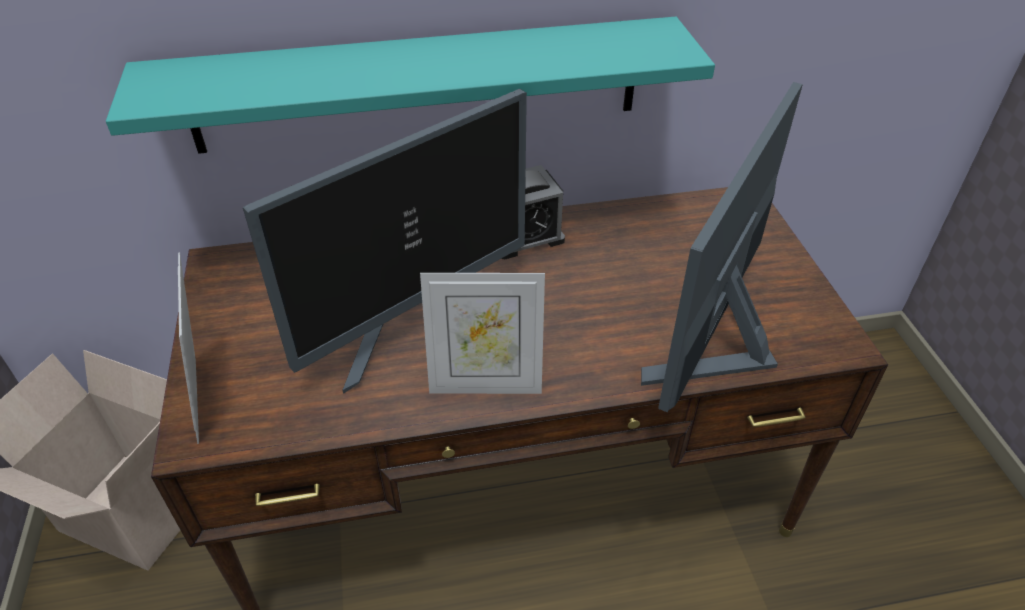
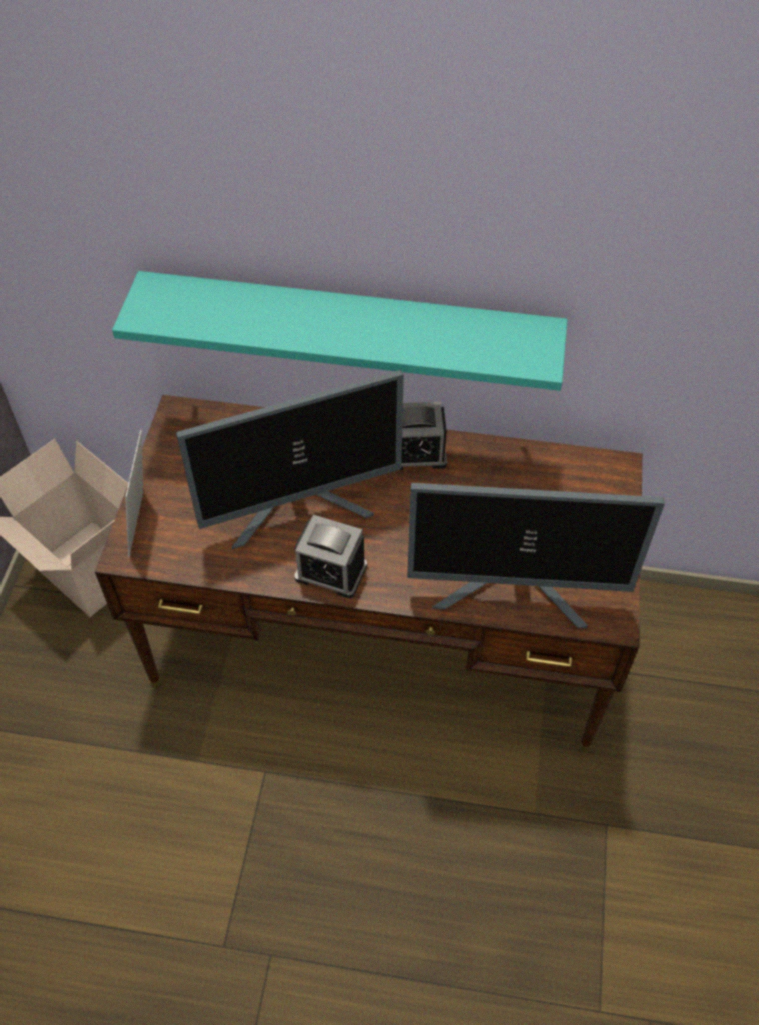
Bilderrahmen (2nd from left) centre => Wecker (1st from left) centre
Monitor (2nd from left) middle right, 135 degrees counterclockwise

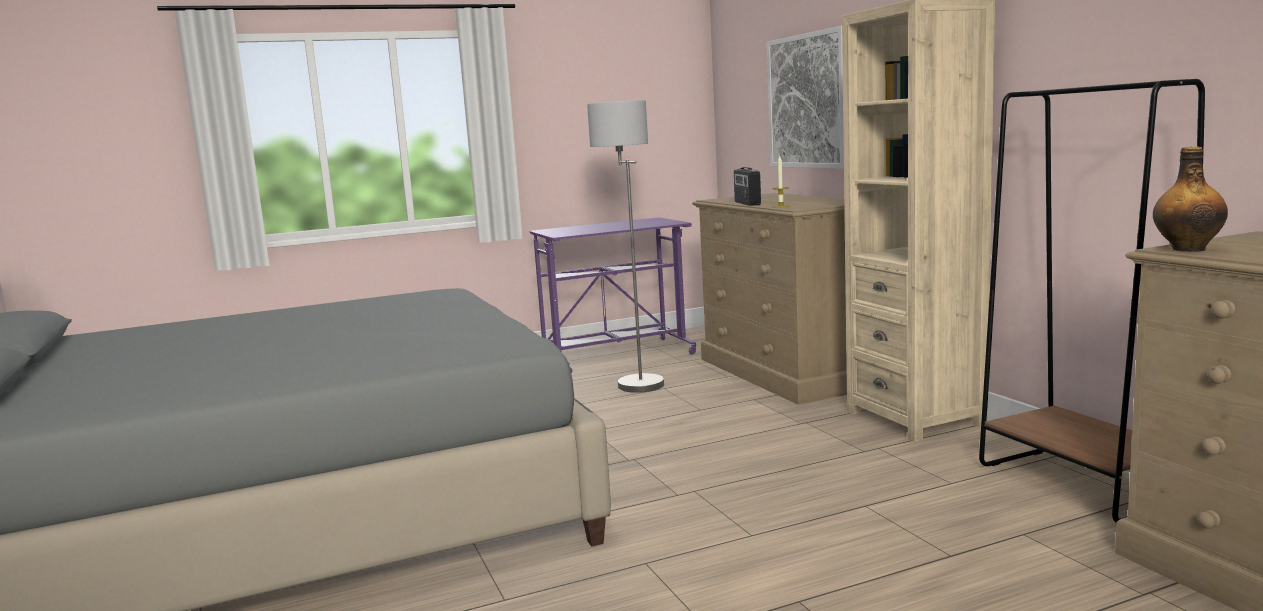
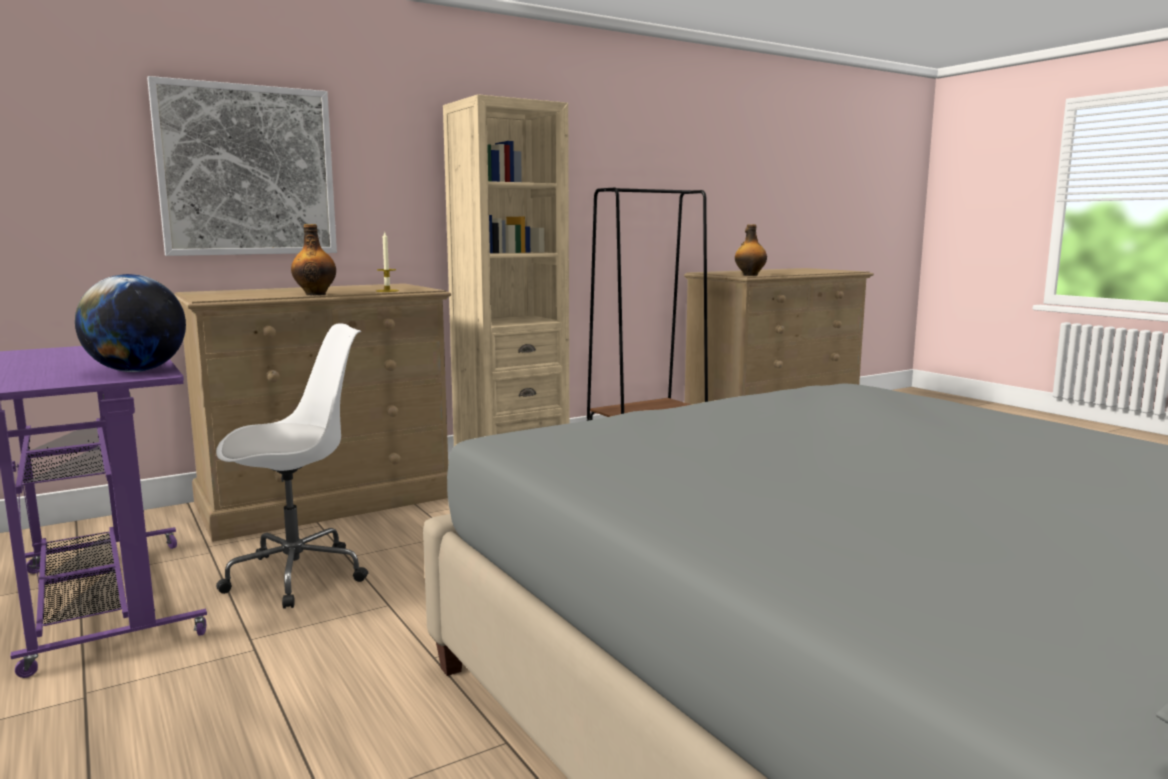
nothing => Globus middle left
Stehlampe [grau] centre => Bürostuhl [weiß] middle left
Radio top centre => Flasche (1st from left) top left

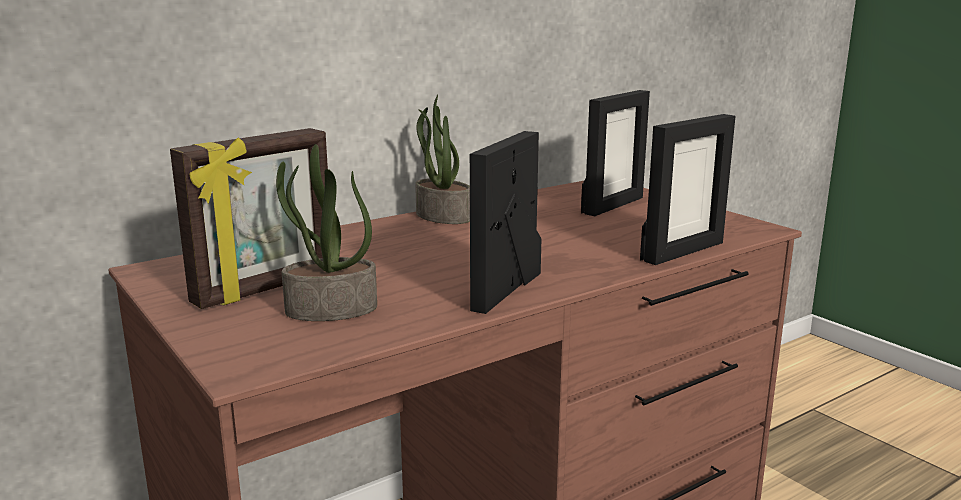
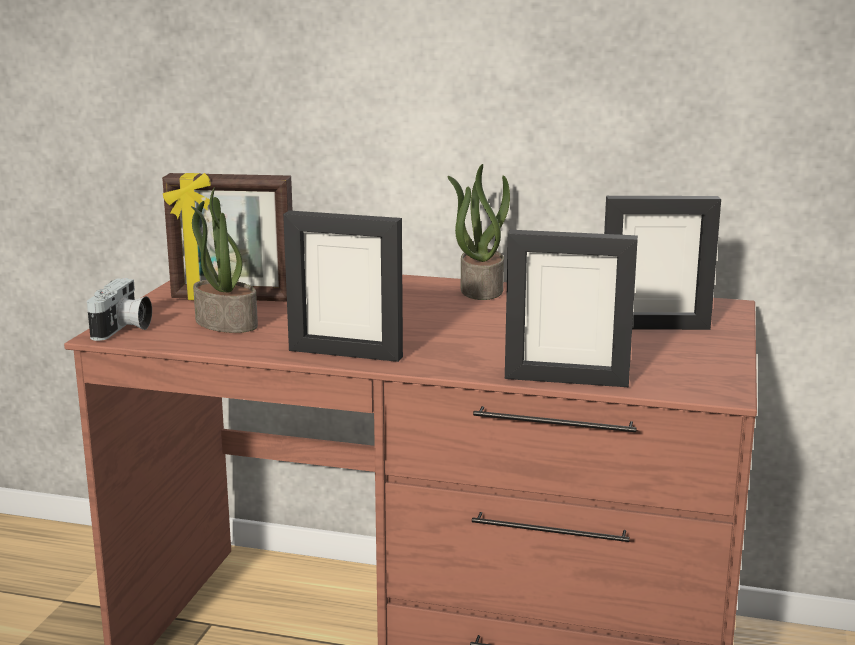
nothing => Kamera middle left
Bilderrahmen (2nd from left) centre, 150 degrees counterclockwise

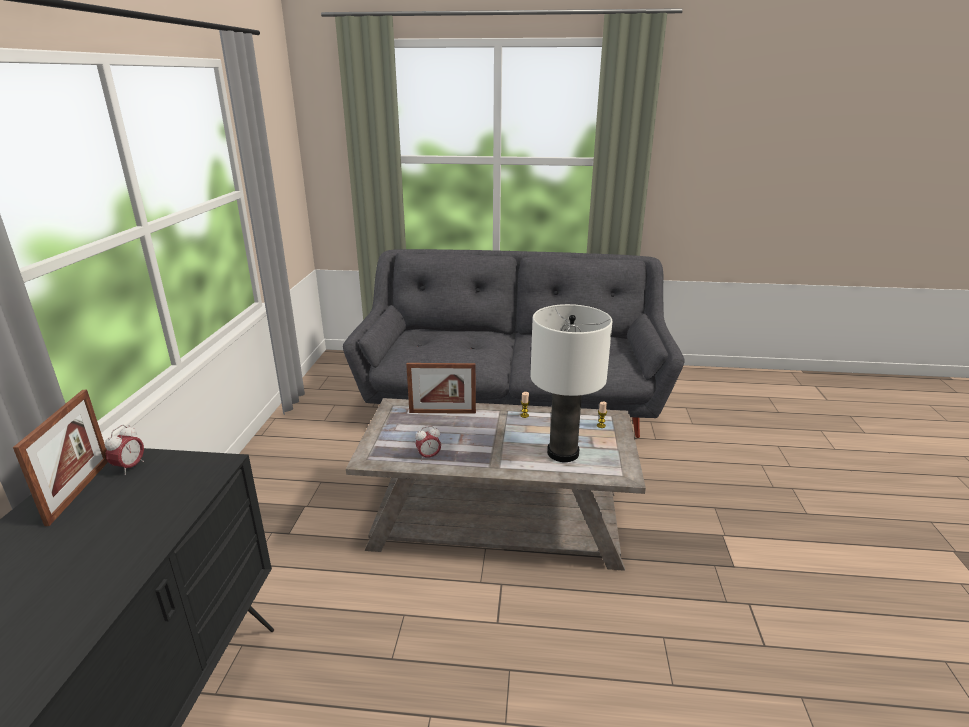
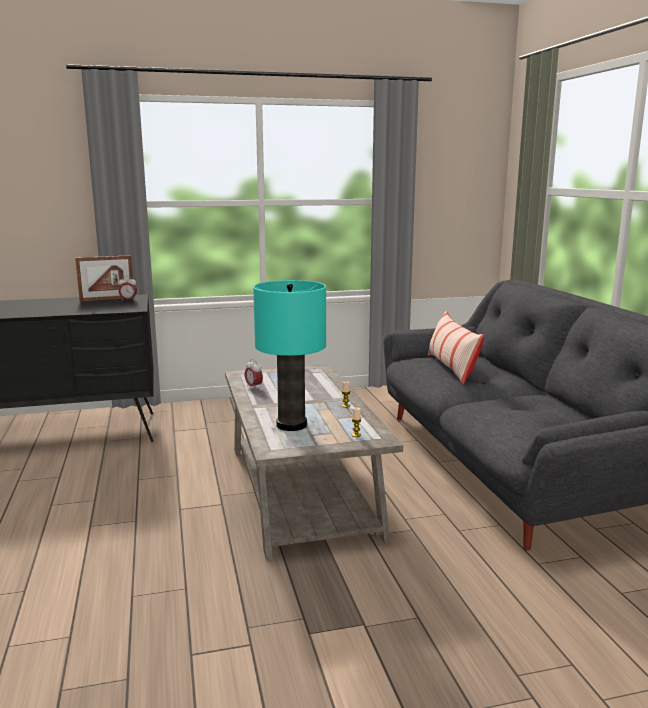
Tischlampe [weiß] centre => Tischlampe [türkis] centre
nothing => Kissen middle right
Bilderrahmen (2nd from left) centre => nothing

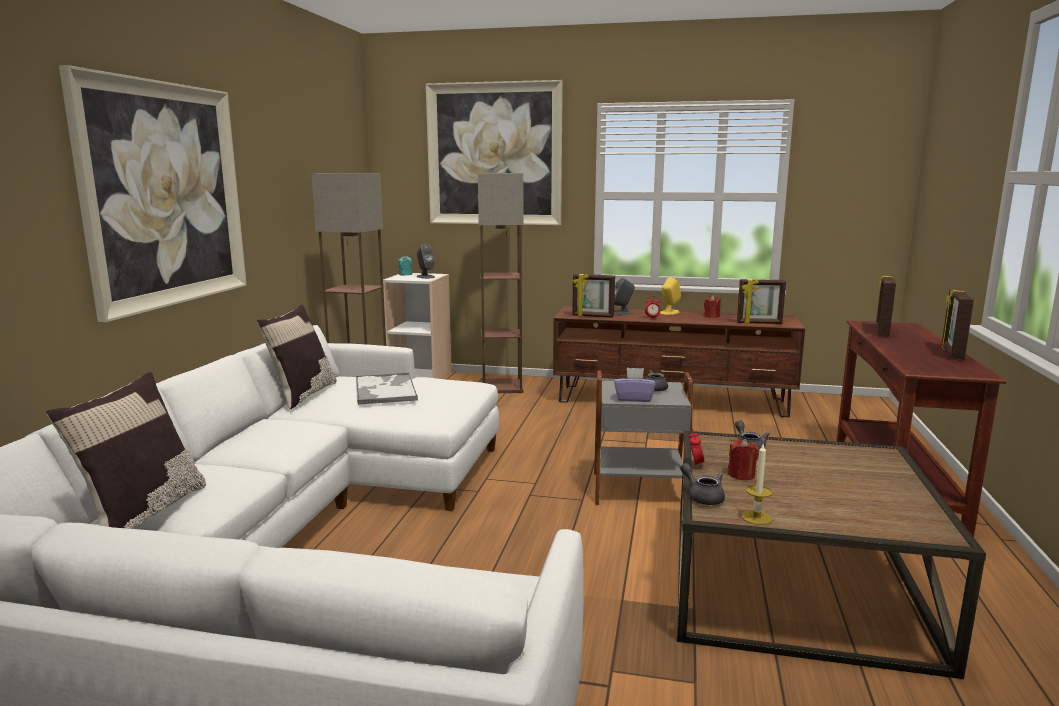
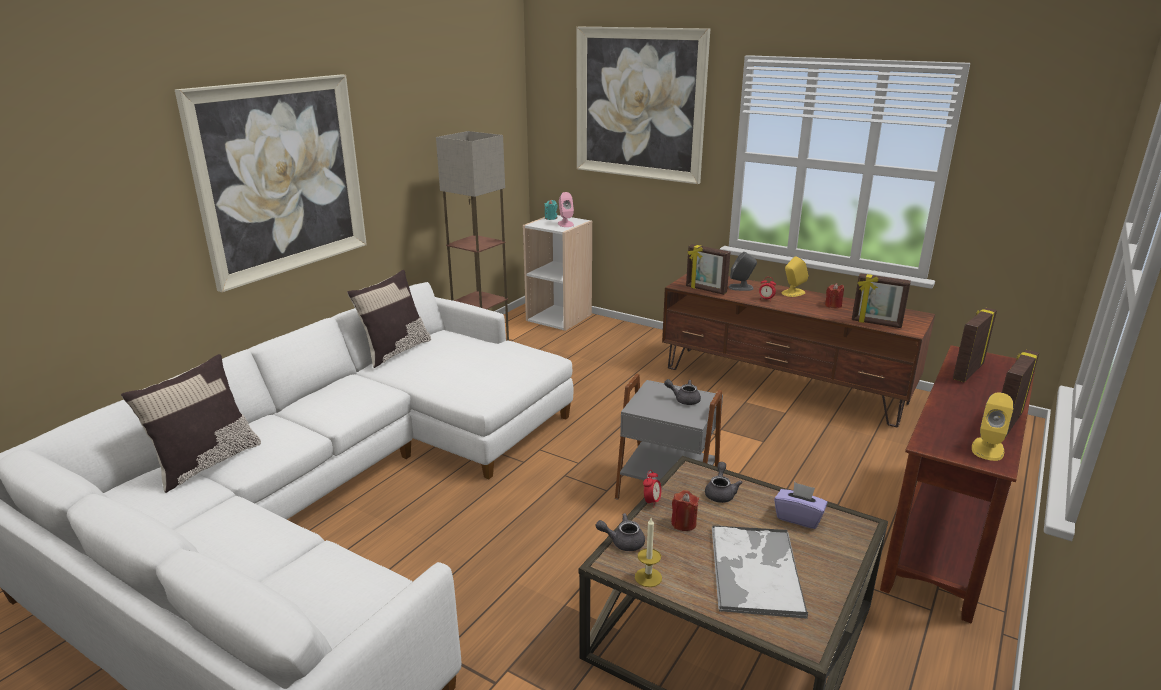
Lautsprecher [grau] (1st from left) centre => Lautsprecher [rosa] top centre
Teekanne [grau] (2nd from left in the first image) bottom centre => Teekanne [grau] (1st from left) bottom centre, 75 degrees counterclockwise
Tablett centre => Tablett bottom centre, moved
Taschentuchbox [lila] centre => Taschentuchbox [lila] bottom right, moved
nothing => Lautsprecher [gelb] (2nd from left) middle right
Stehlampe (2nd from left) centre => nothing

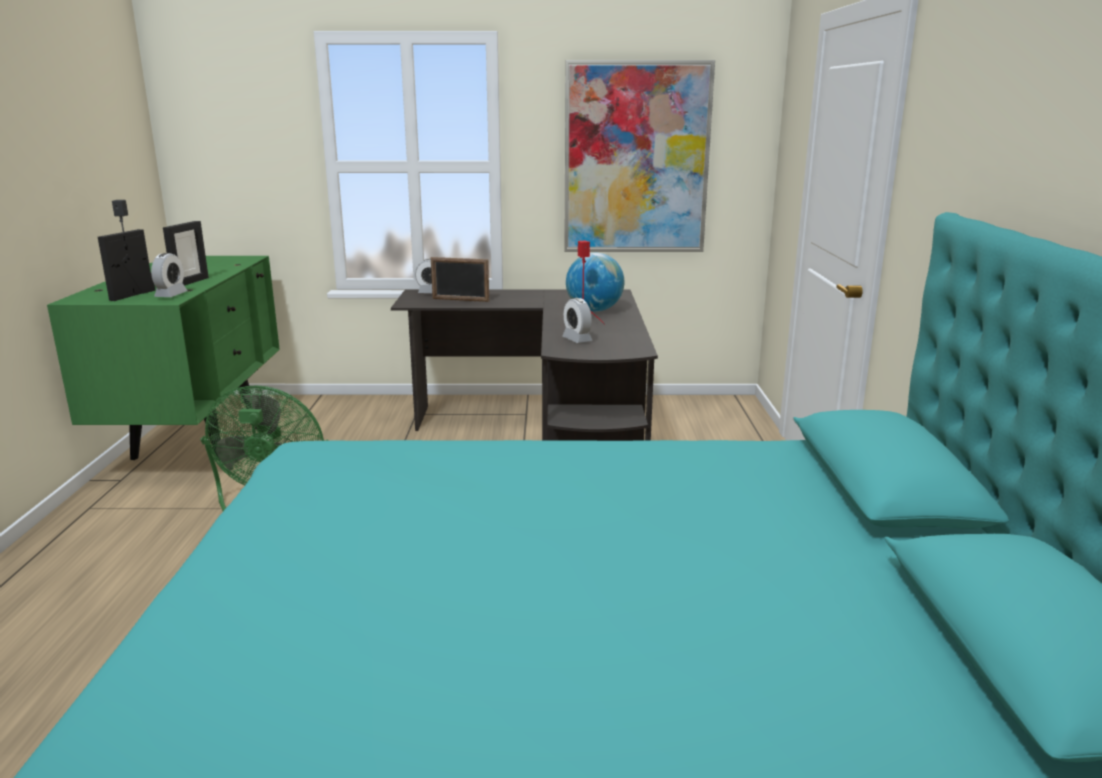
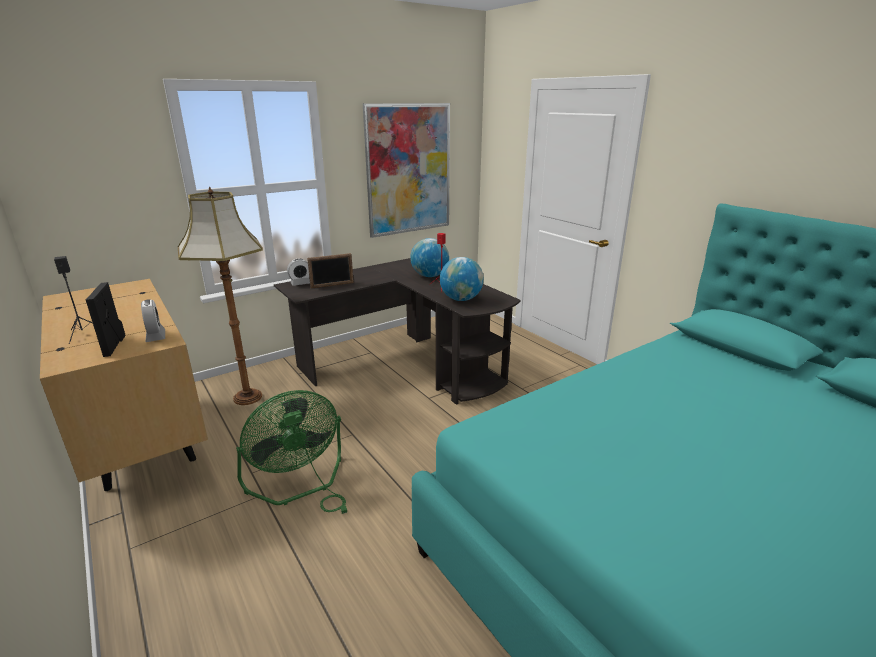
Kommode [grün] middle left => Kommode [beige] middle left
nothing => Stehlampe middle left
Wecker (3rd from left) centre => Globus (2nd from left) centre
Bilderrahmen (2nd from left) top left => nothing

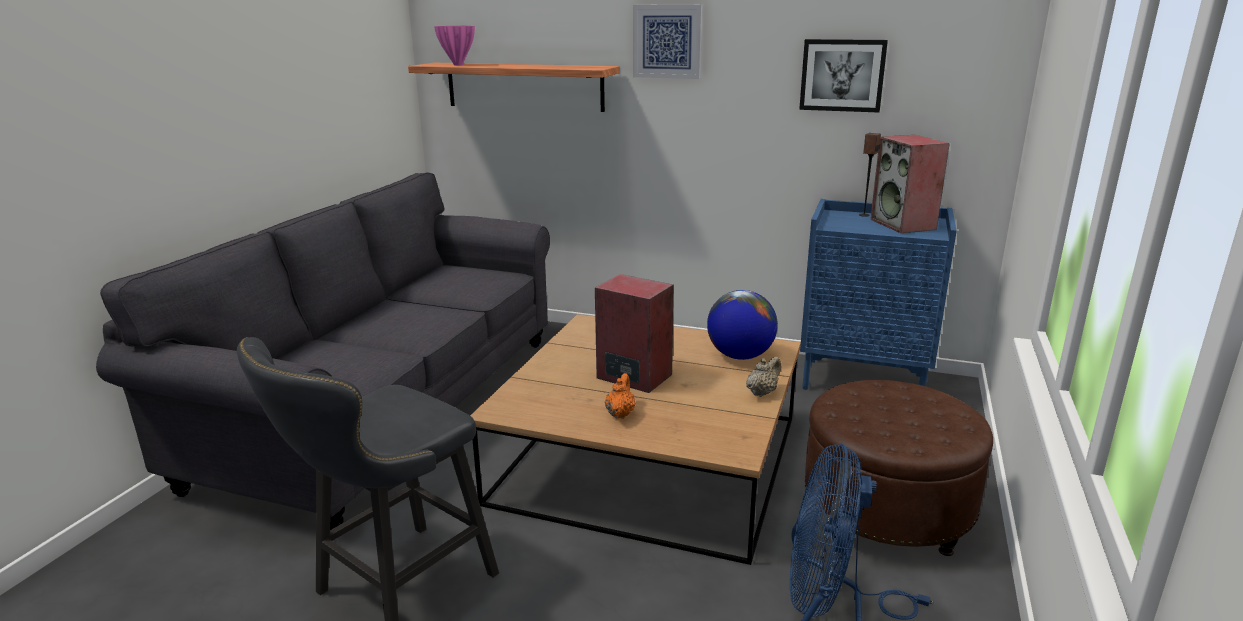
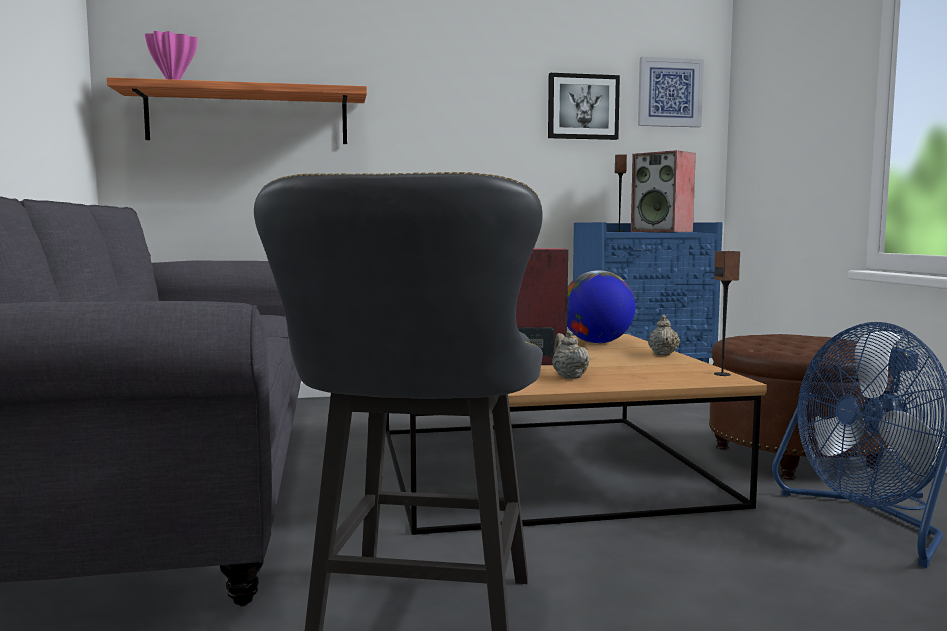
Teekanne [orange] centre => Teekanne [beige] (1st from left) centre
Bild (1st from left in the first image) top centre => Bild (2nd from left) top right, moved
nothing => Lautsprecher (4th from left) middle right

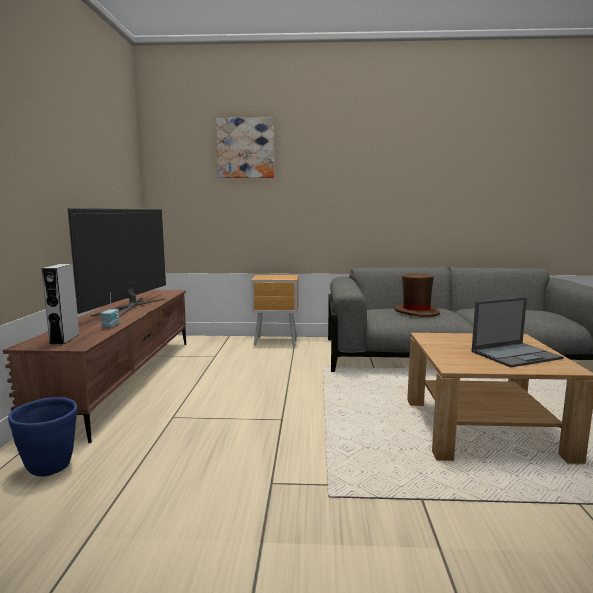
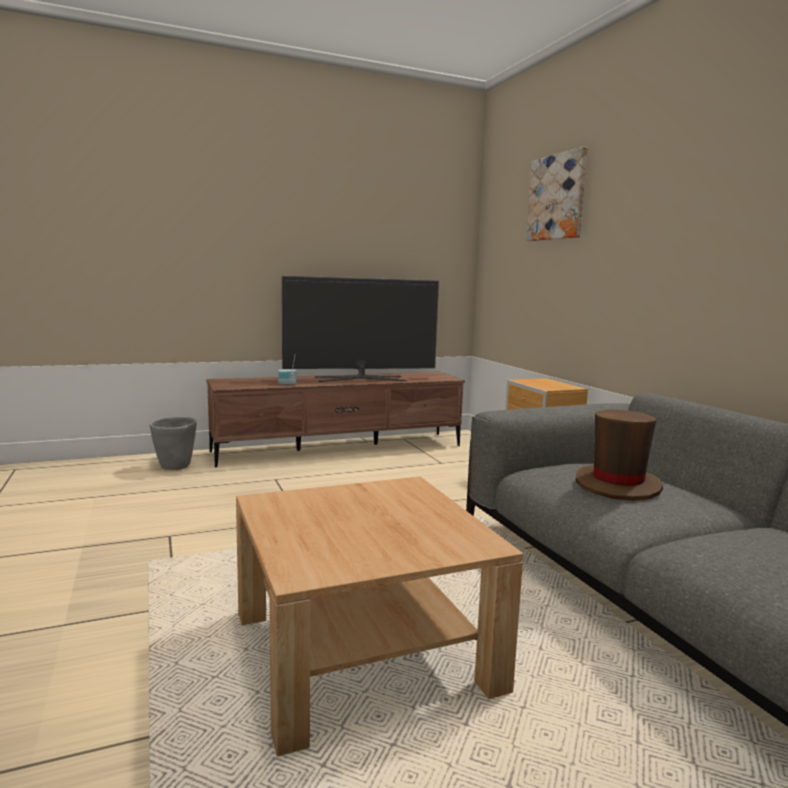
Pflanzkübel [blau] bottom left => Pflanzkübel [grau] middle left
Lautsprecher [grau] middle left => nothing
Laptop middle right => nothing

